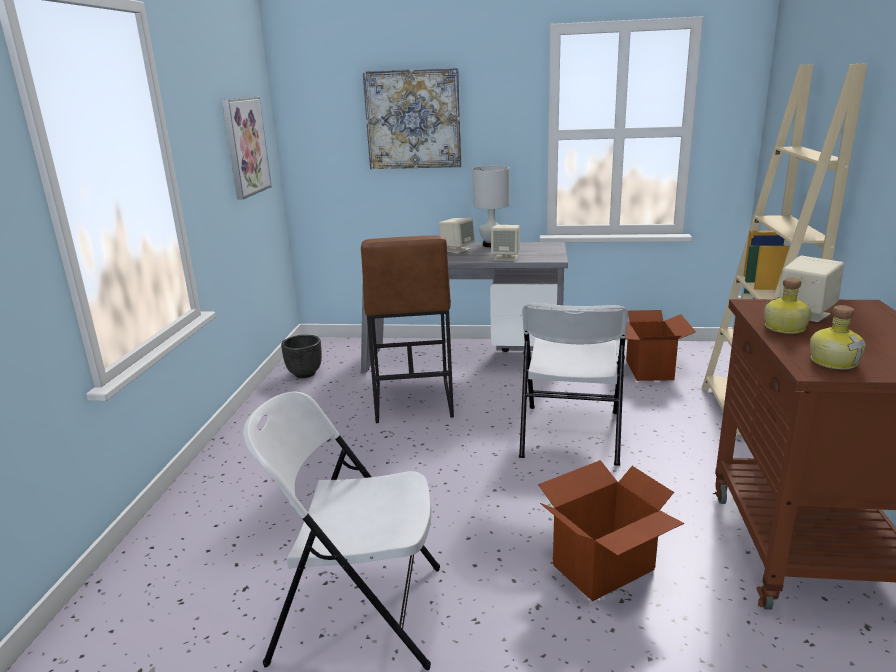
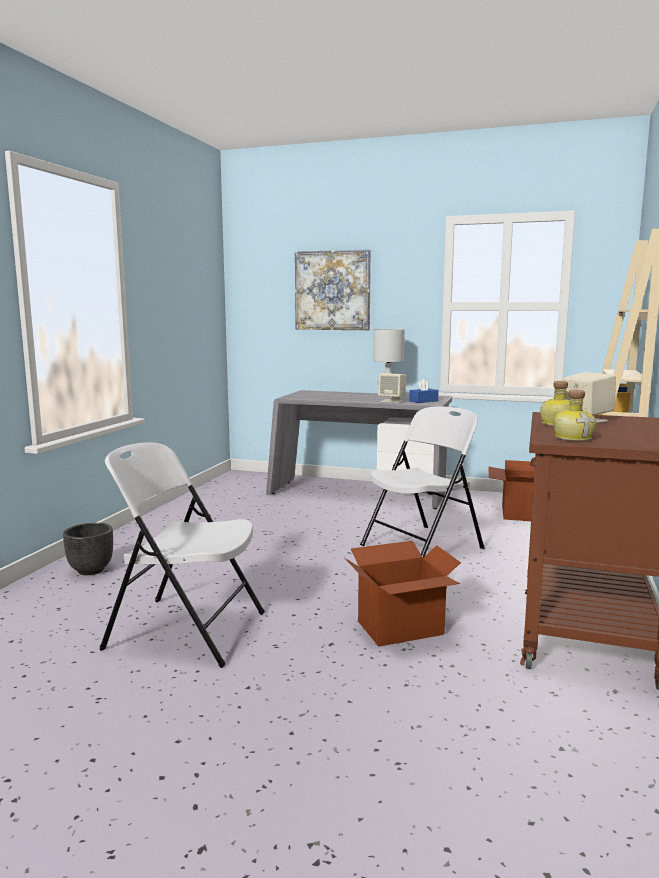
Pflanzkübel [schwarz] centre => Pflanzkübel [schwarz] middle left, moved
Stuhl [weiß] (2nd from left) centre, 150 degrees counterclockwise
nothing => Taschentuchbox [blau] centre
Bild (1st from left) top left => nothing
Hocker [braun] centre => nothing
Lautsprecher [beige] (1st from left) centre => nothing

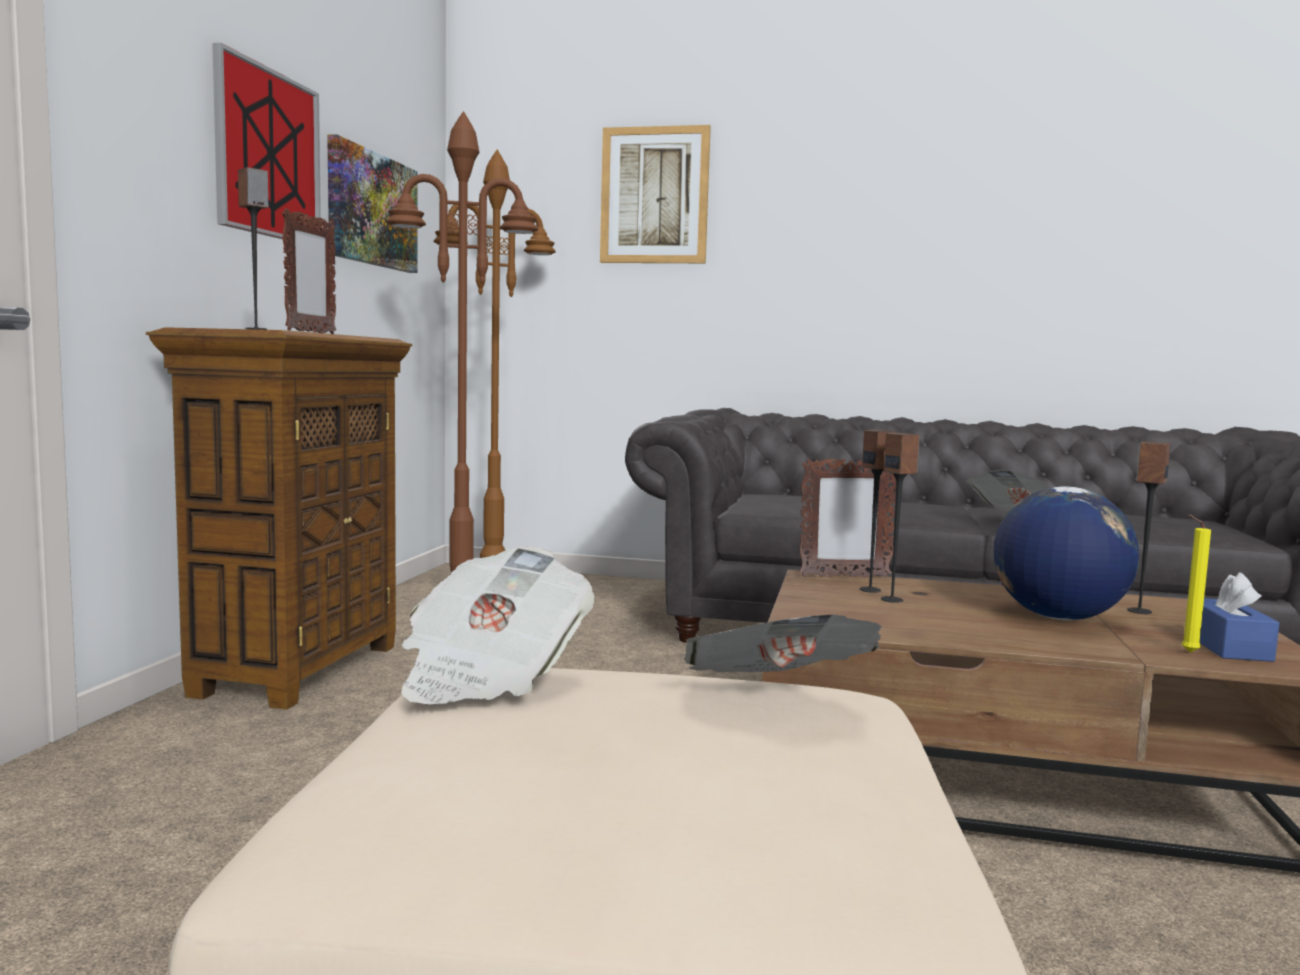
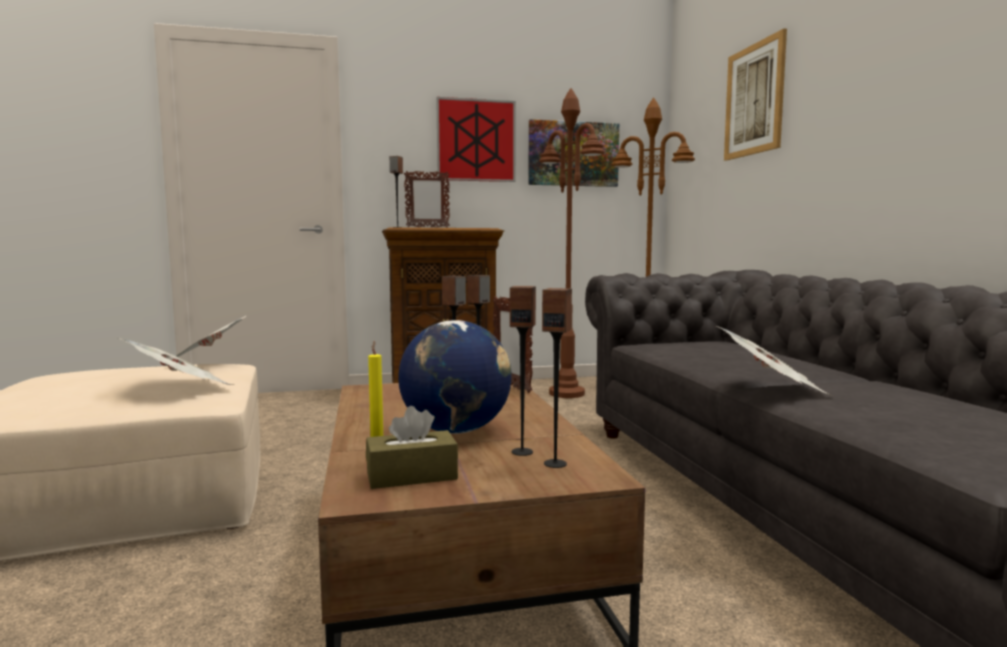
Taschentuchbox [blau] middle right => Taschentuchbox [braun] bottom centre
nothing => Lautsprecher (5th from left) centre

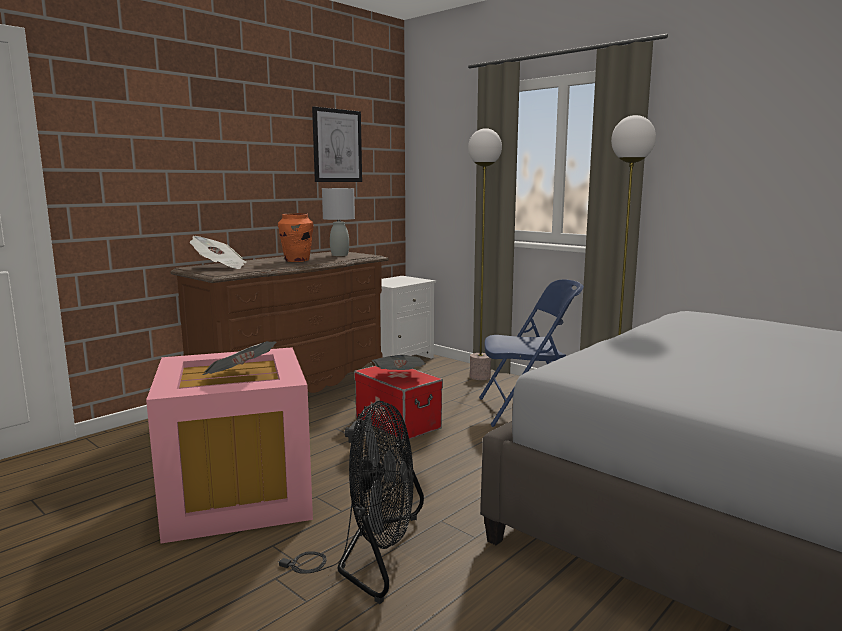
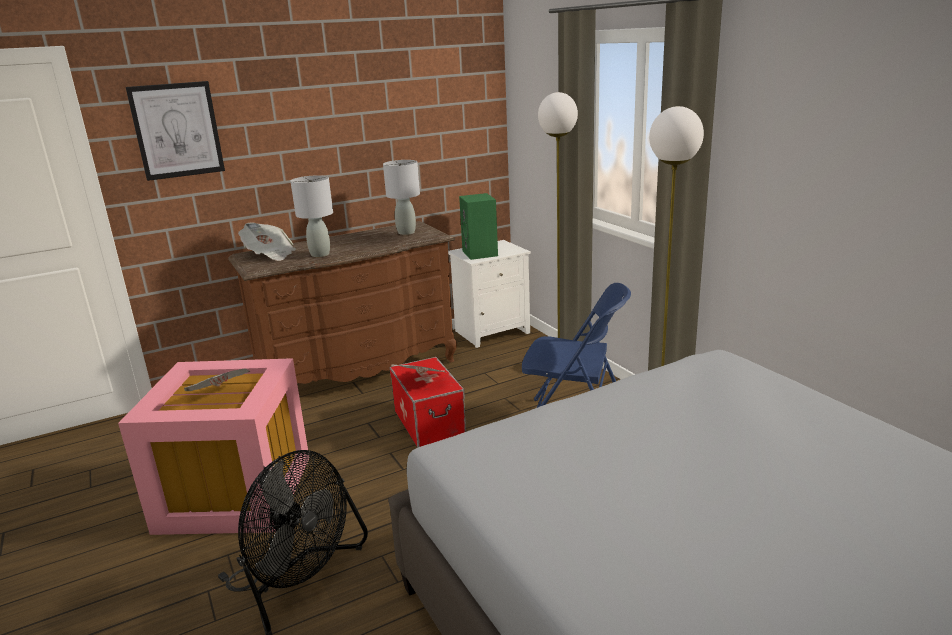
Bild top centre => Bild top left, moved
nothing => Tischlampe [grau] (1st from left) middle left
nothing => Lautsprecher [grün] centre
Vase [orange] centre => nothing

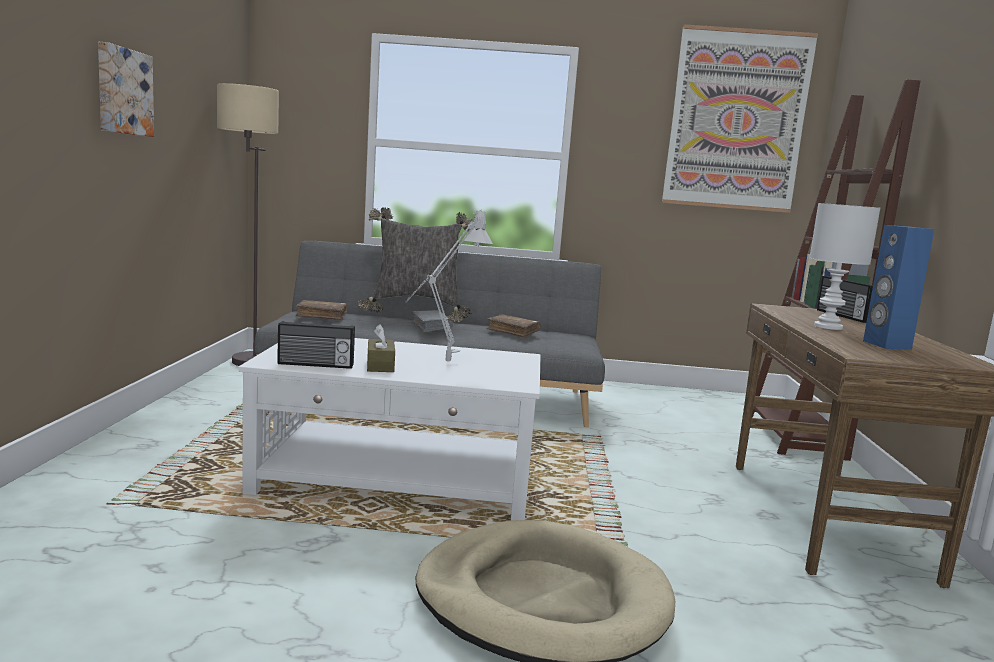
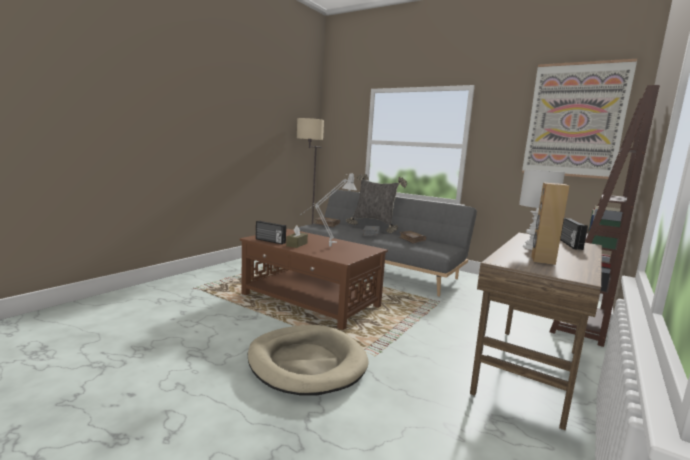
Couchtisch [weiß] centre => Couchtisch [braun] centre
Lautsprecher [blau] middle right => Lautsprecher [braun] middle right
Bild (1st from left) top left => nothing

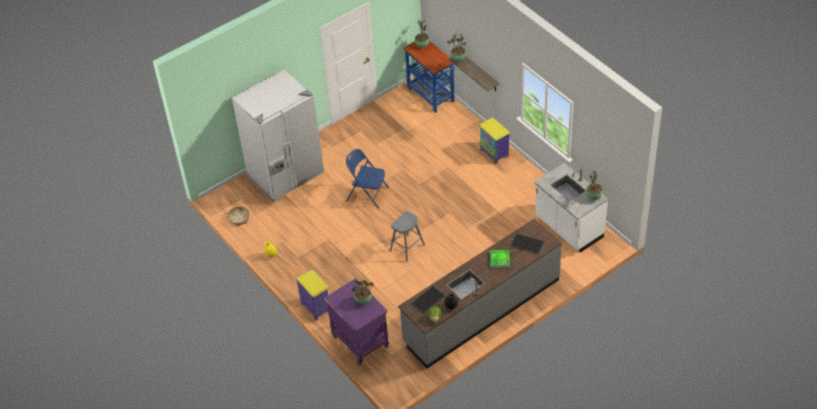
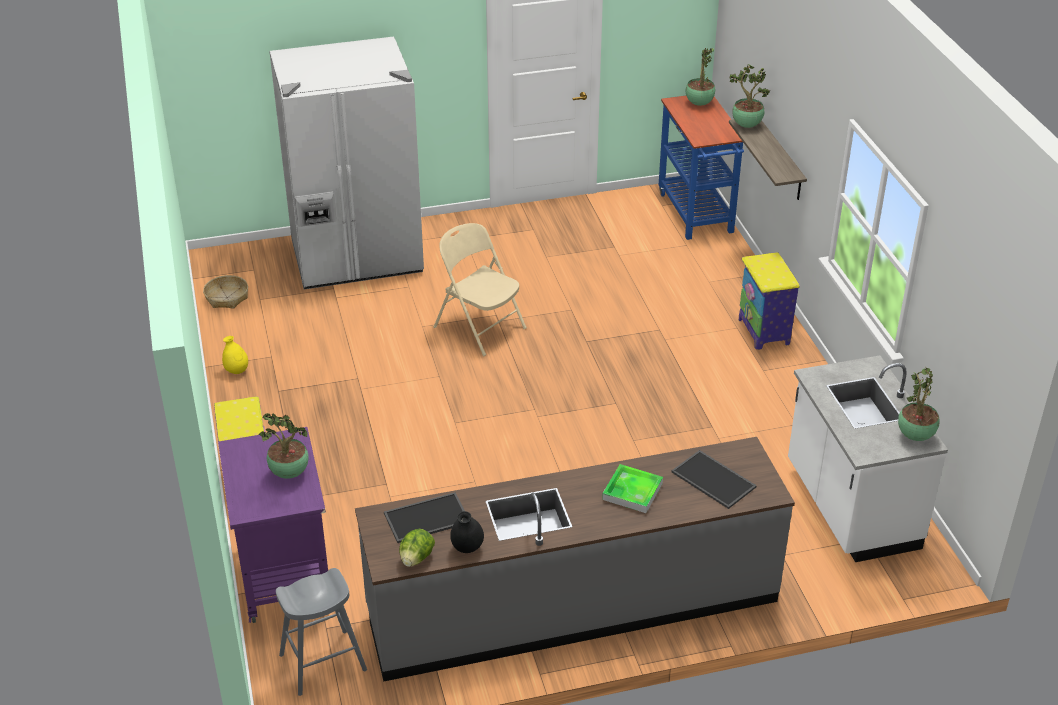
Hocker [grau] centre => Hocker [grau] bottom left, moved
Stuhl [blau] centre => Stuhl [beige] centre

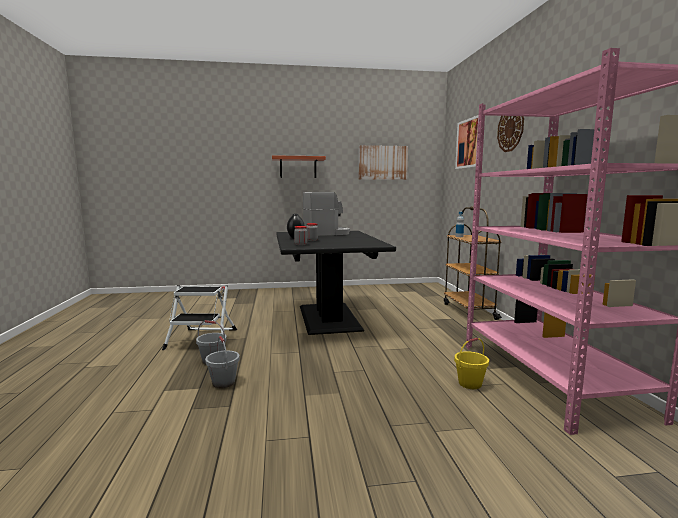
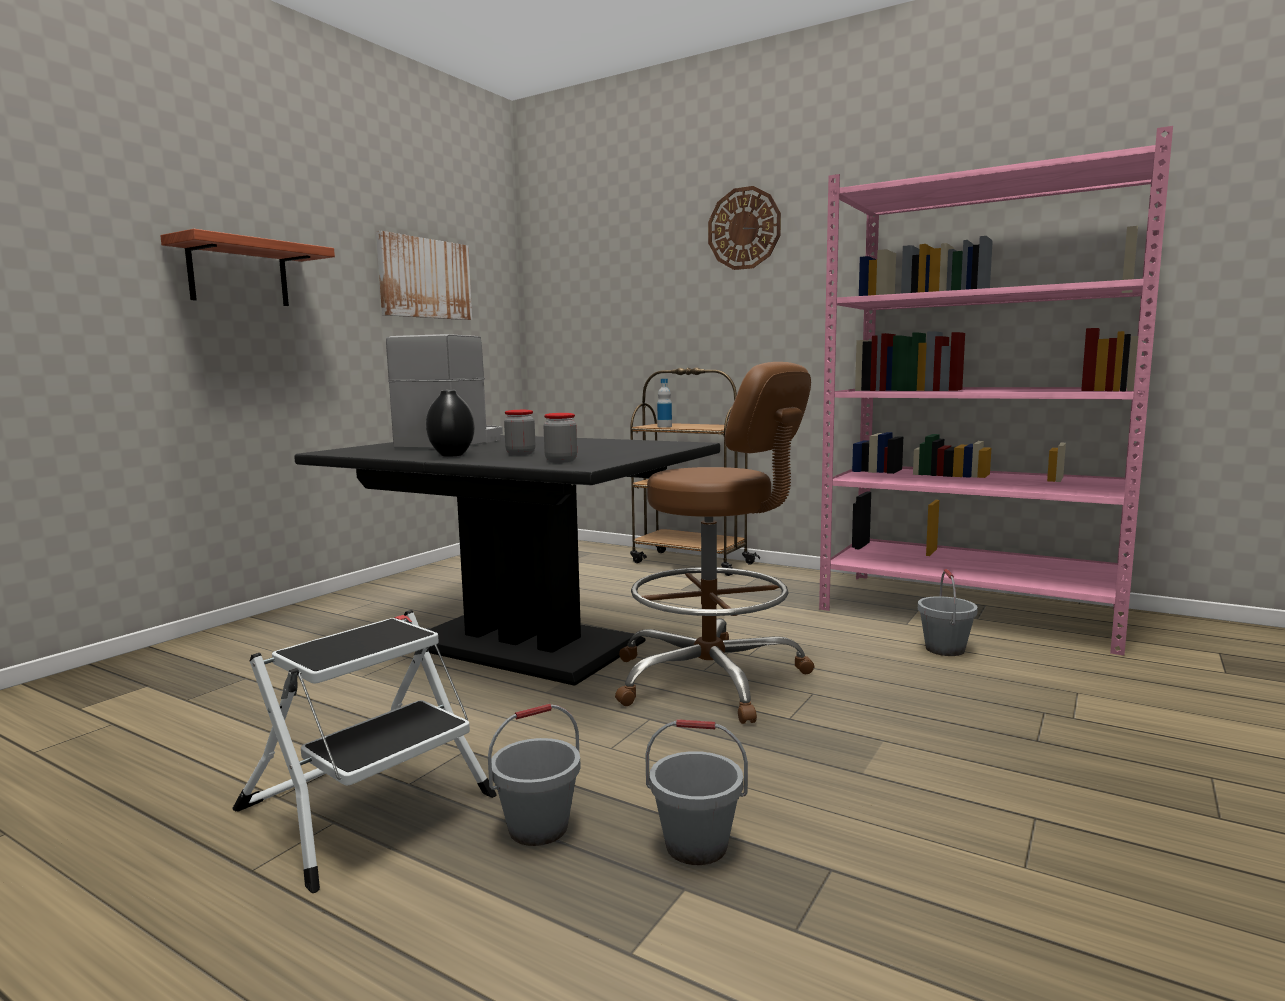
nothing => Hocker [braun] centre
Eimer [gelb] bottom right => Eimer [grau] (3rd from left) middle right
Bild (2nd from left) top right => nothing

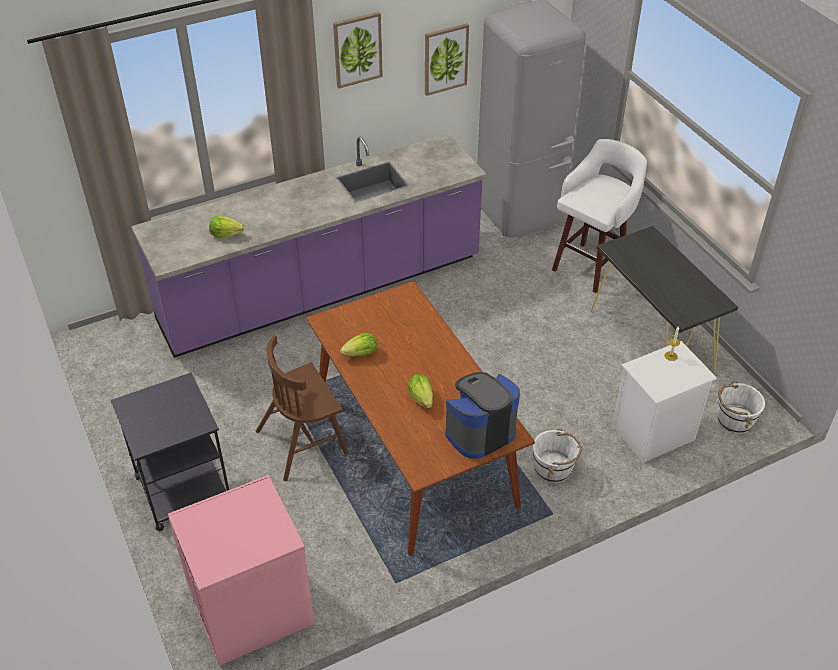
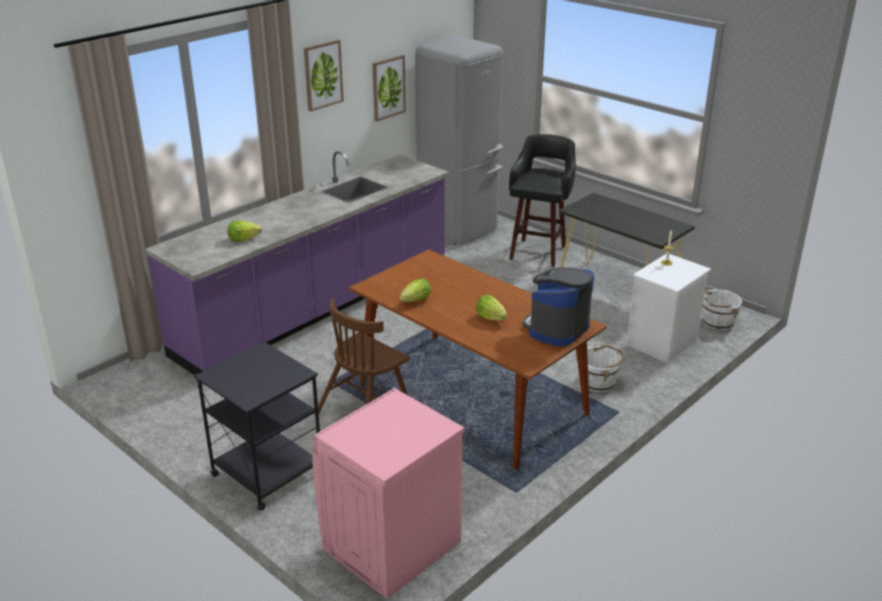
Hocker [weiß] top right => Hocker [schwarz] top centre

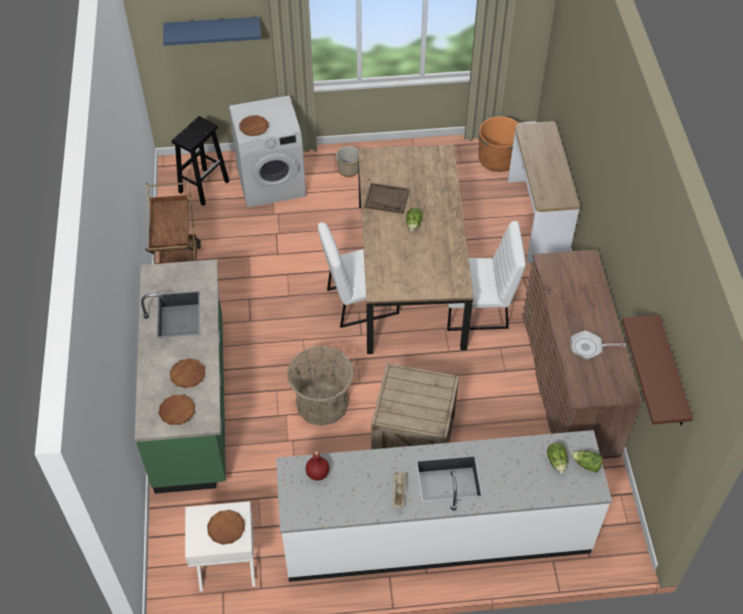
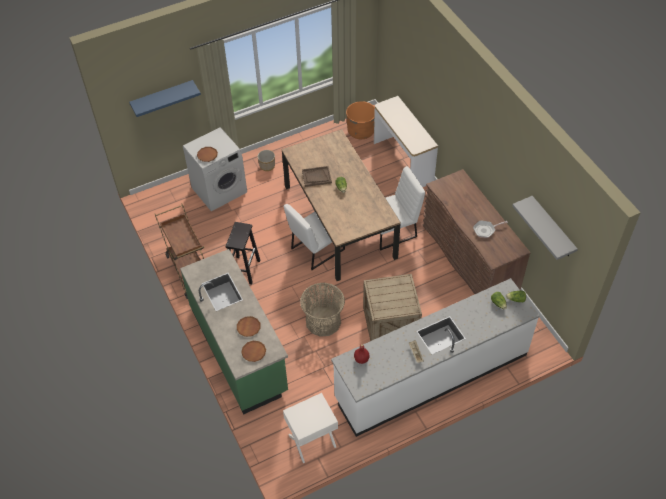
Hocker [schwarz] top left => Hocker [schwarz] centre, moved
Wandregal [braun] middle right => Wandregal [grau] middle right
Teller [braun] (3rd from left) bottom left => nothing

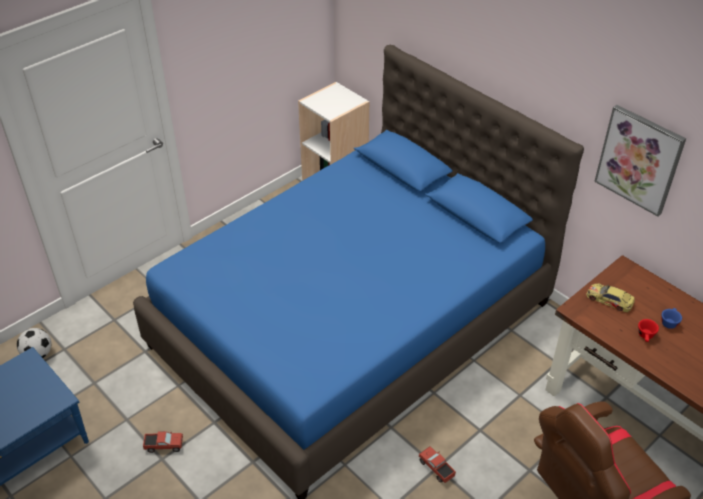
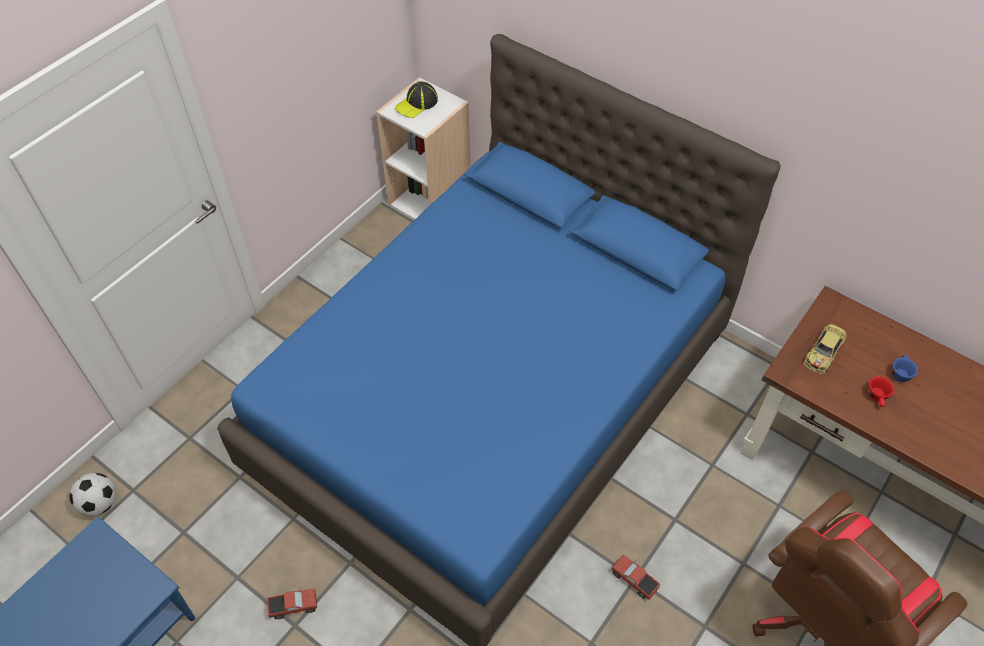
nothing => Kappe top centre
Spielzeugauto middle right, 75 degrees counterclockwise
Bild top right => nothing

